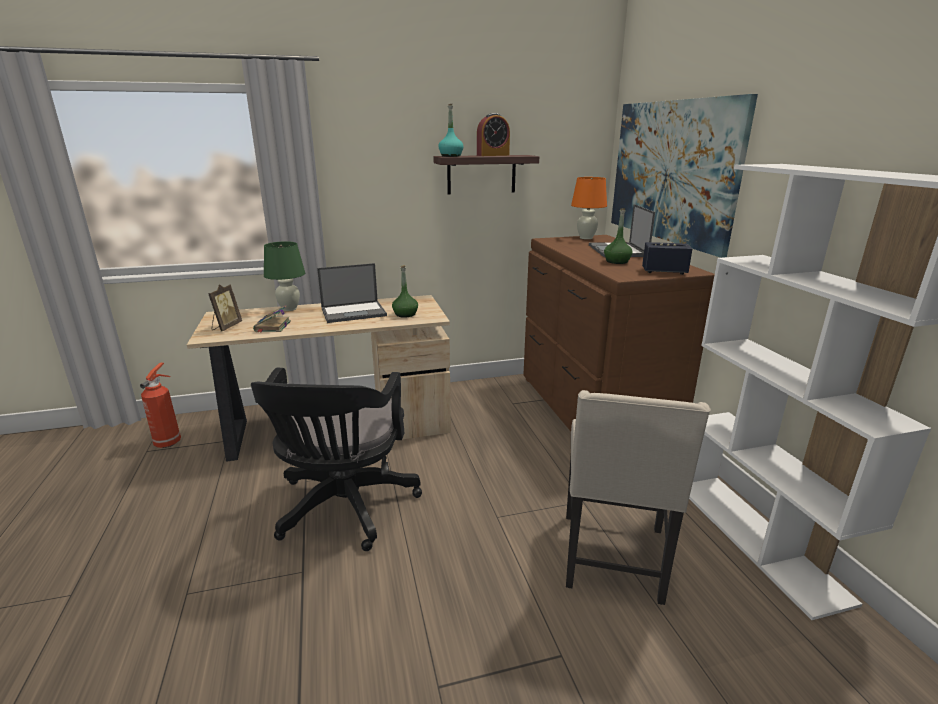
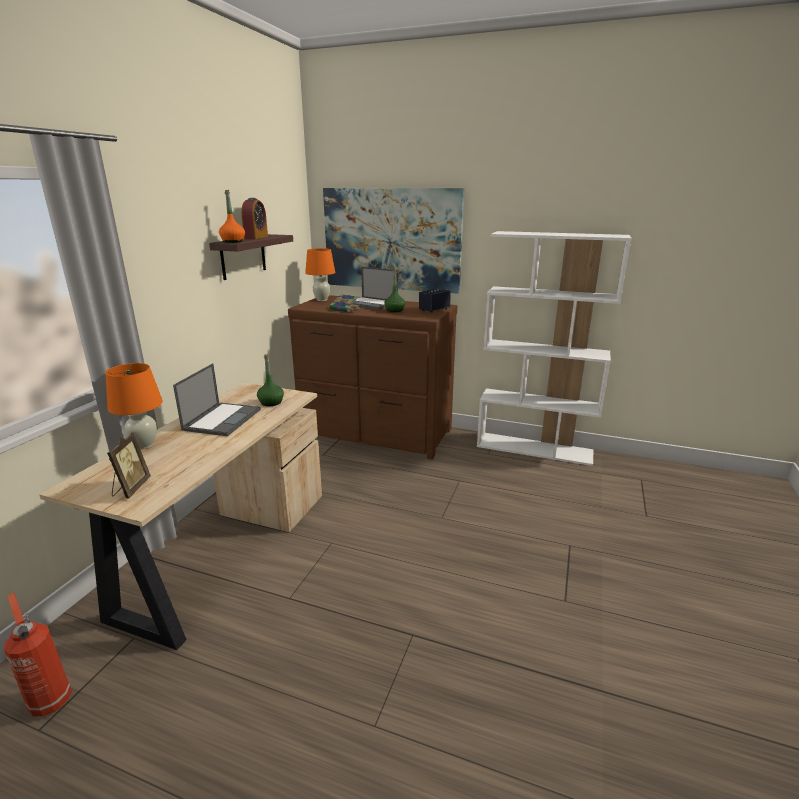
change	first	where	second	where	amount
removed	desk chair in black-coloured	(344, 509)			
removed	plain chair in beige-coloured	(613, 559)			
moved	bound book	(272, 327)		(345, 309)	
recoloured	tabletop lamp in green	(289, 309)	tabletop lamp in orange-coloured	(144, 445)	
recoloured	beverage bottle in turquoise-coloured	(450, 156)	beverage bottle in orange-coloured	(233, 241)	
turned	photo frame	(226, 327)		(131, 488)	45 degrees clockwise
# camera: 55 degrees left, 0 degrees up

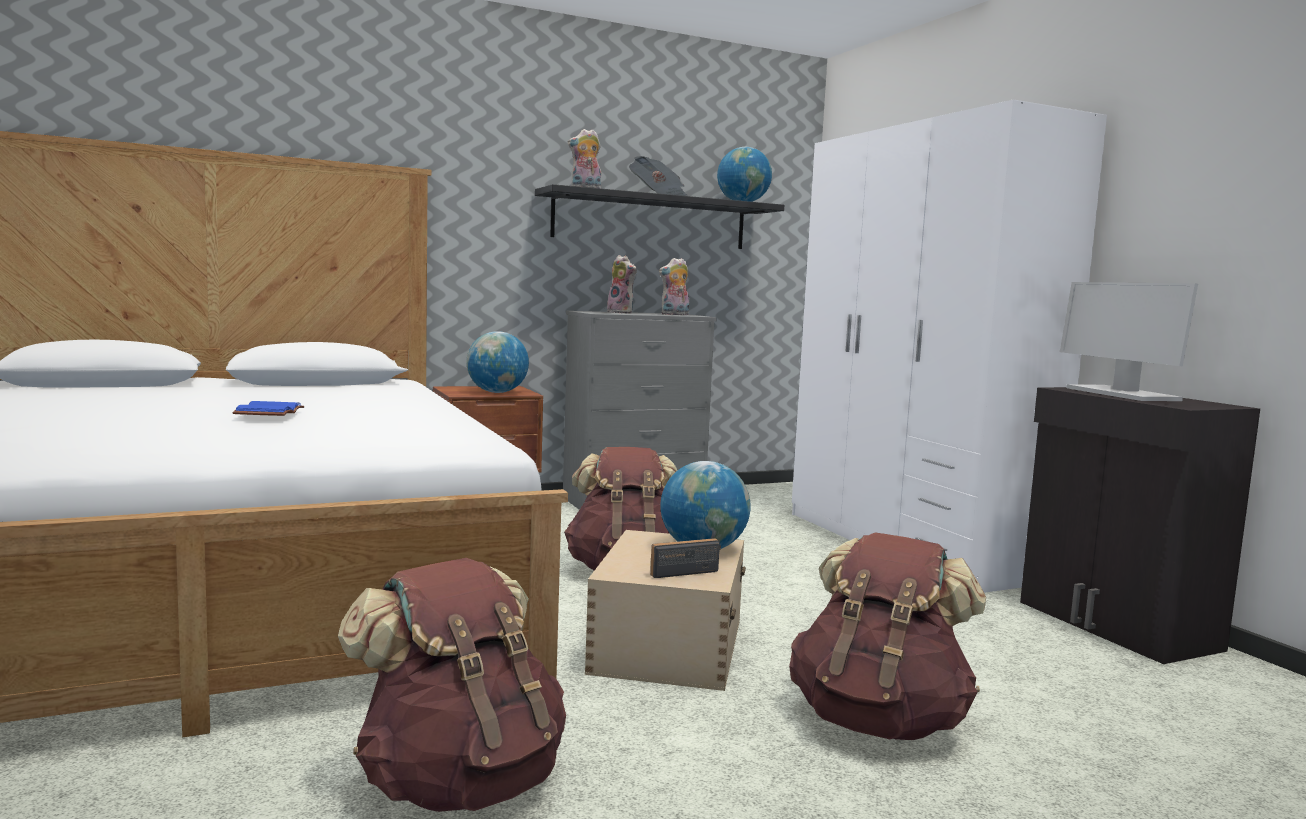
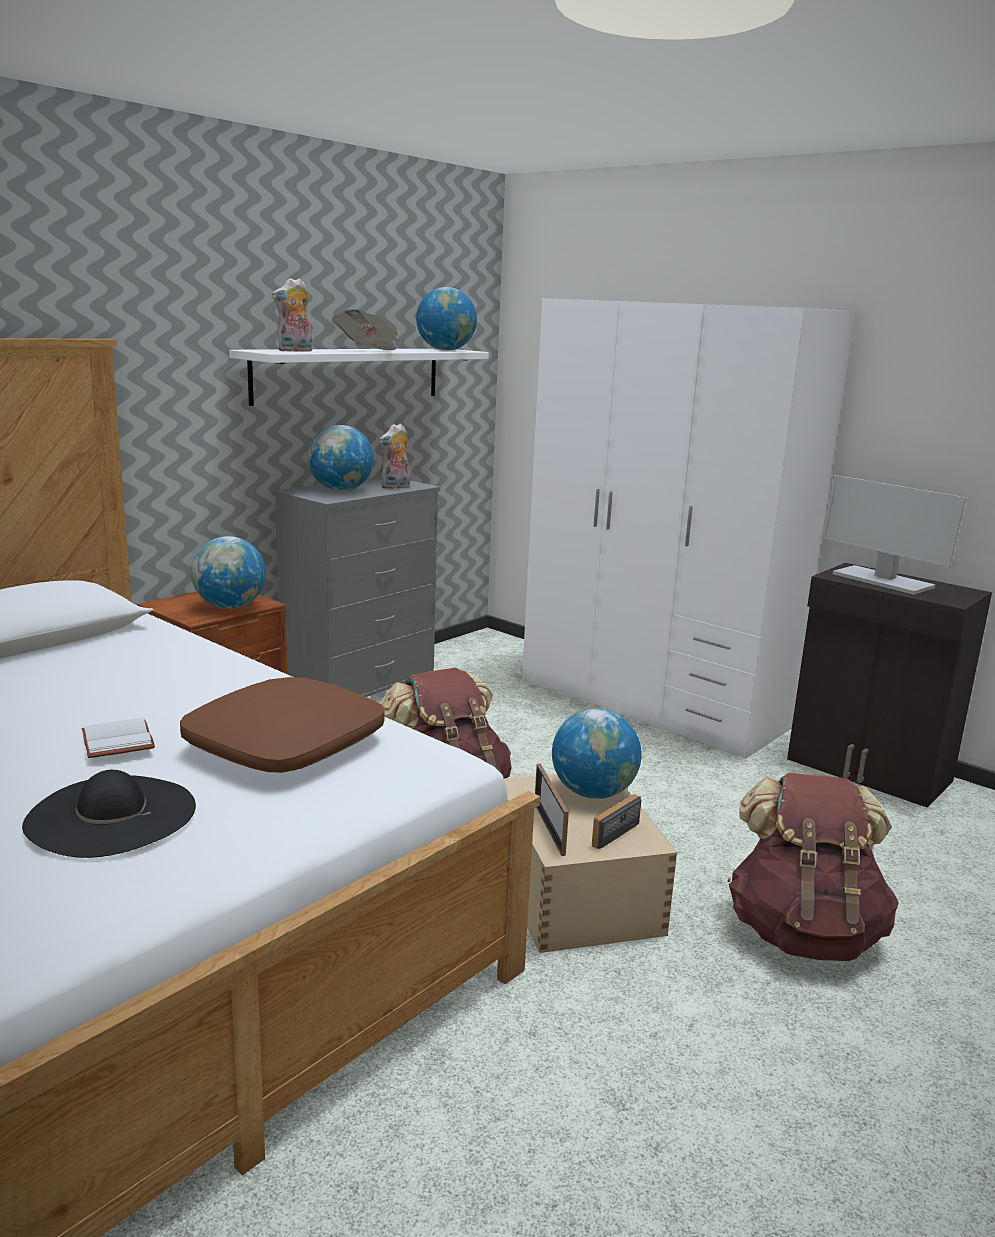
change	first	where	second	where	amount
removed	knapsack in brownish	(460, 782)			
added			hat in black-coloured	(111, 815)	
added			throw pillow in brownish	(285, 744)	
added			photo frame	(549, 828)	
replaced	plush toy	(622, 313)	world globe	(340, 490)	
recoloured	bound book in blue	(271, 412)	bound book in white-coloured	(120, 741)	
recoloured	bracket shelf in black-coloured	(651, 221)	bracket shelf in white-coloured	(349, 374)	
# camera: 25 degrees left, 10 degrees up

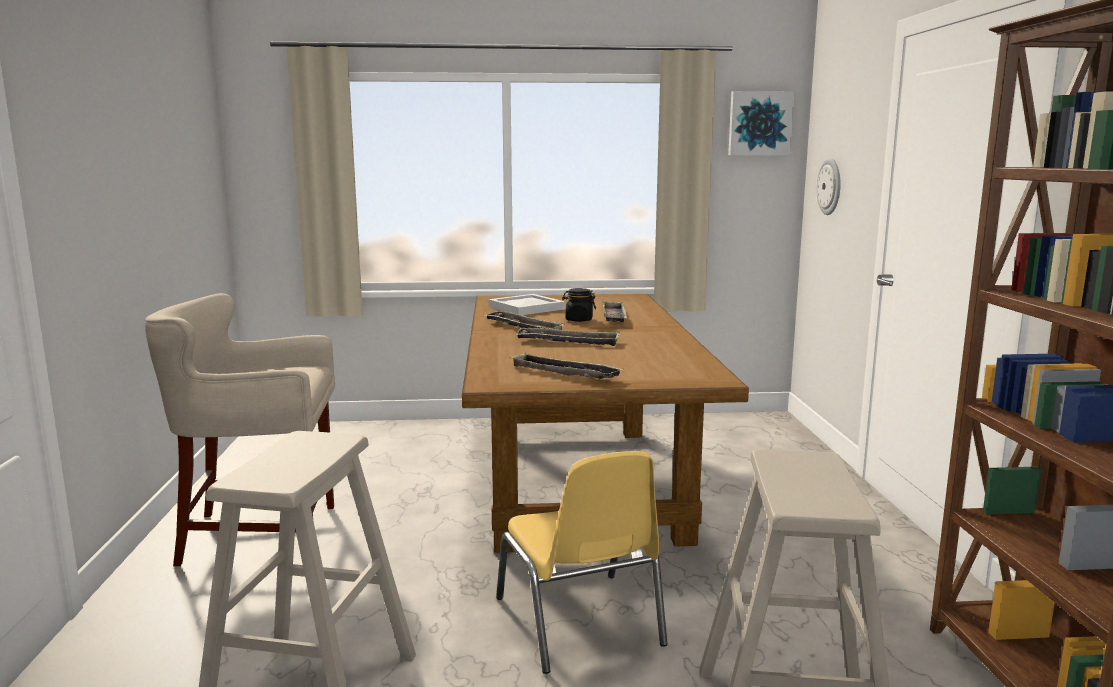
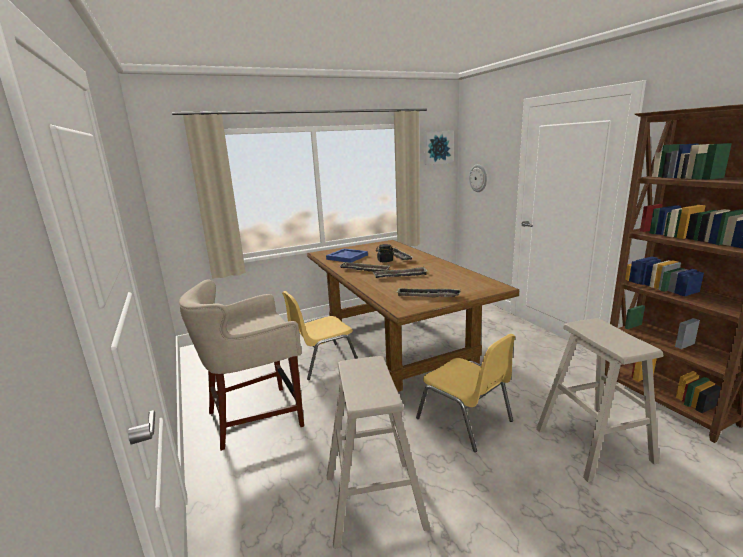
change	first	where	second	where	amount
added			plain chair in yellow-coloured	(322, 361)	
recoloured	serving tray in white-coloured	(527, 308)	serving tray in blue	(348, 257)	
# camera: 20 degrees left, 5 degrees up

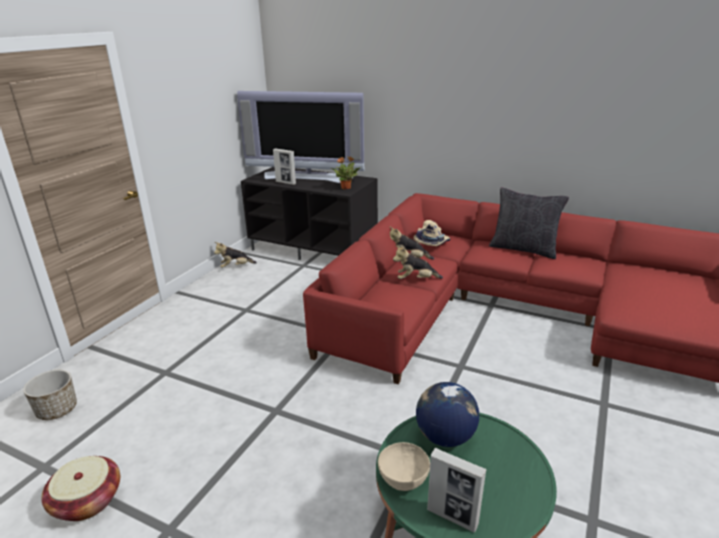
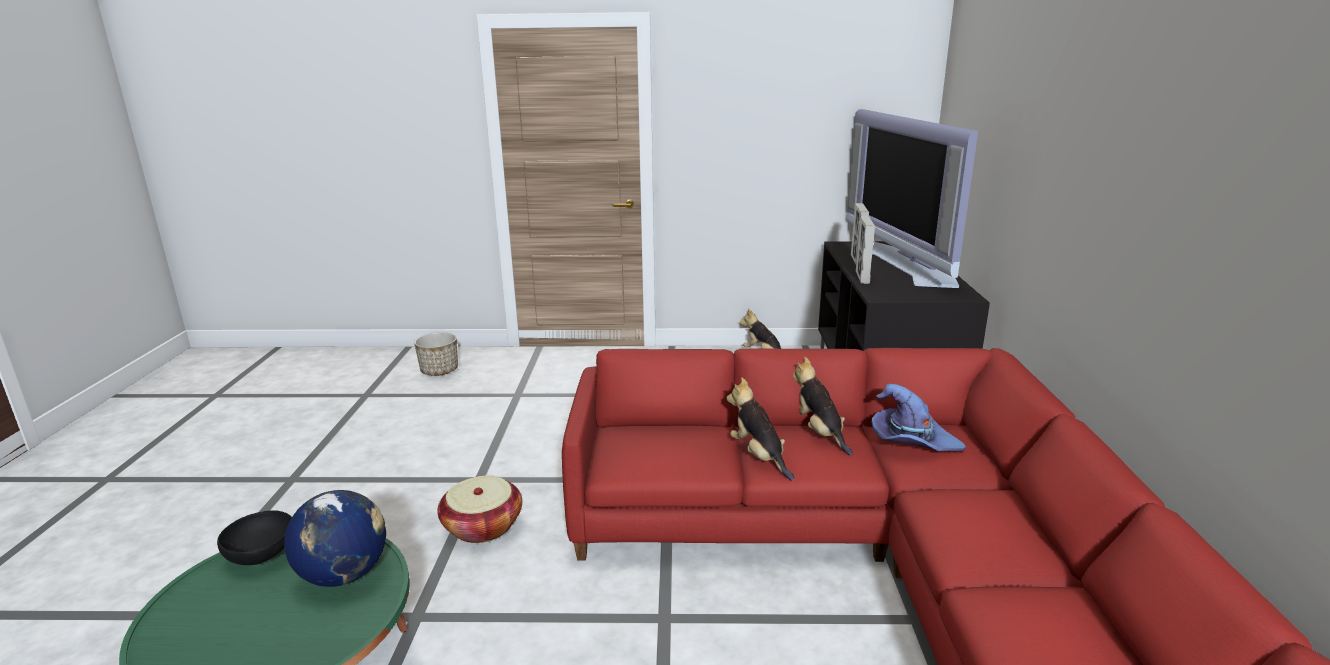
change	first	where	second	where	amount
removed	potted plant	(346, 188)			
removed	throw pillow in black-coloured	(523, 249)			
moved	storage basket	(87, 501)		(483, 526)	
moved	photo frame	(452, 517)		(862, 278)	
recoloured	bowl in beige-coloured	(403, 477)	bowl in black-coloured	(262, 554)	
recoloured	hat in beige-coloured	(432, 244)	hat in purple	(911, 441)	
# camera: 65 degrees right, 5 degrees down

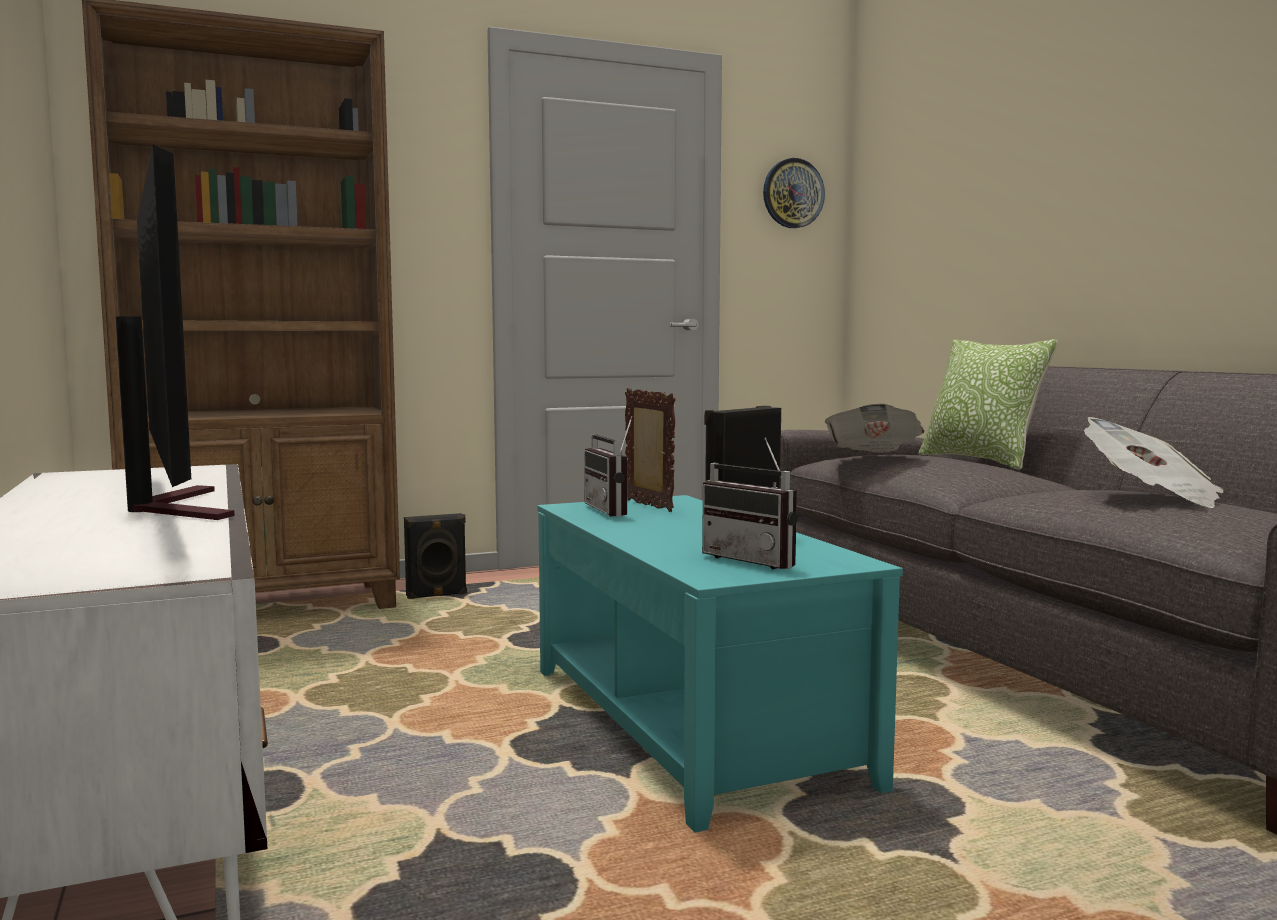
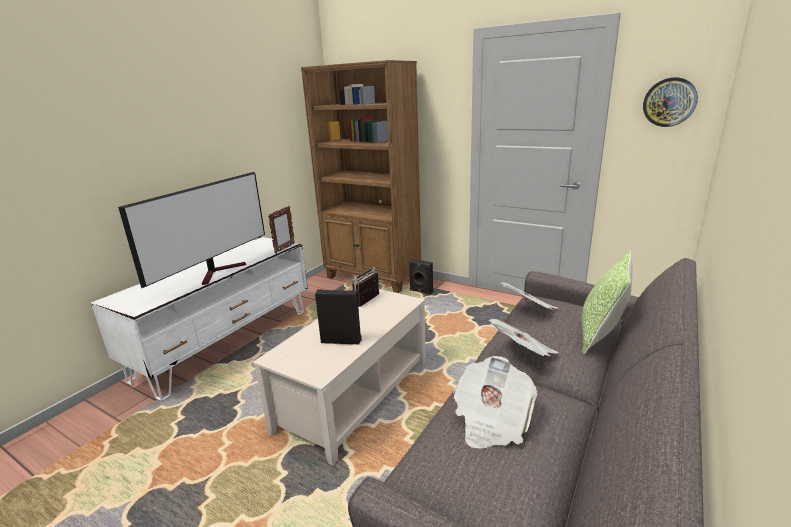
change	first	where	second	where	amount
removed	radio receiver	(756, 560)			
added			newspaper	(522, 353)	
moved	photo frame	(648, 506)		(284, 249)	
recoloured	low table in turquoise-coloured	(690, 725)	low table in beige-coloured	(355, 395)	
# camera: 55 degrees right, 15 degrees up

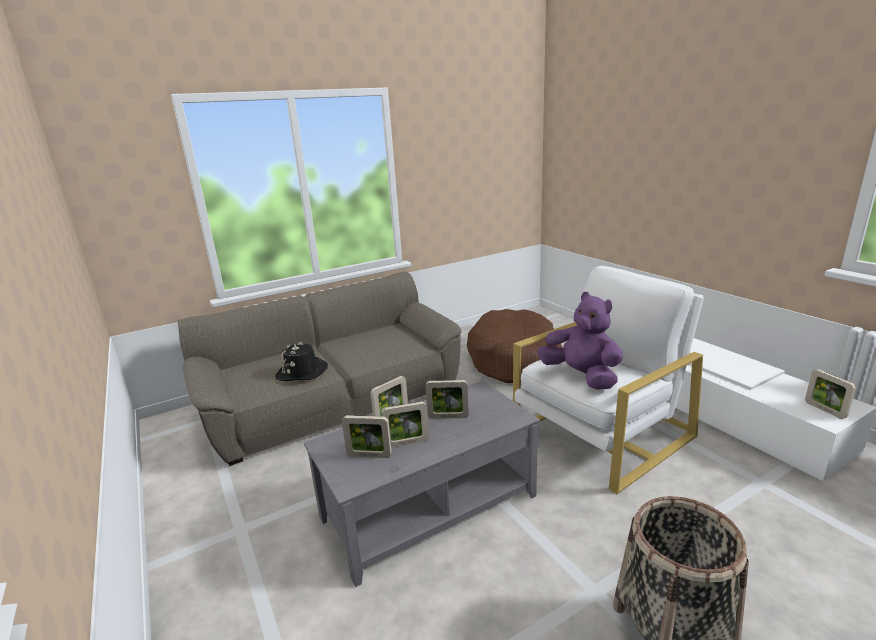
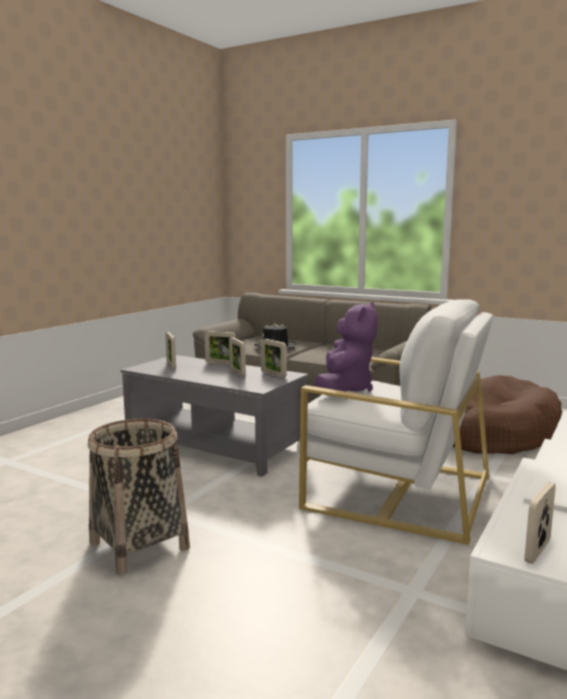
change	first	where	second	where	amount
moved	photo frame	(407, 443)		(273, 374)	
# camera: 60 degrees right, 10 degrees down

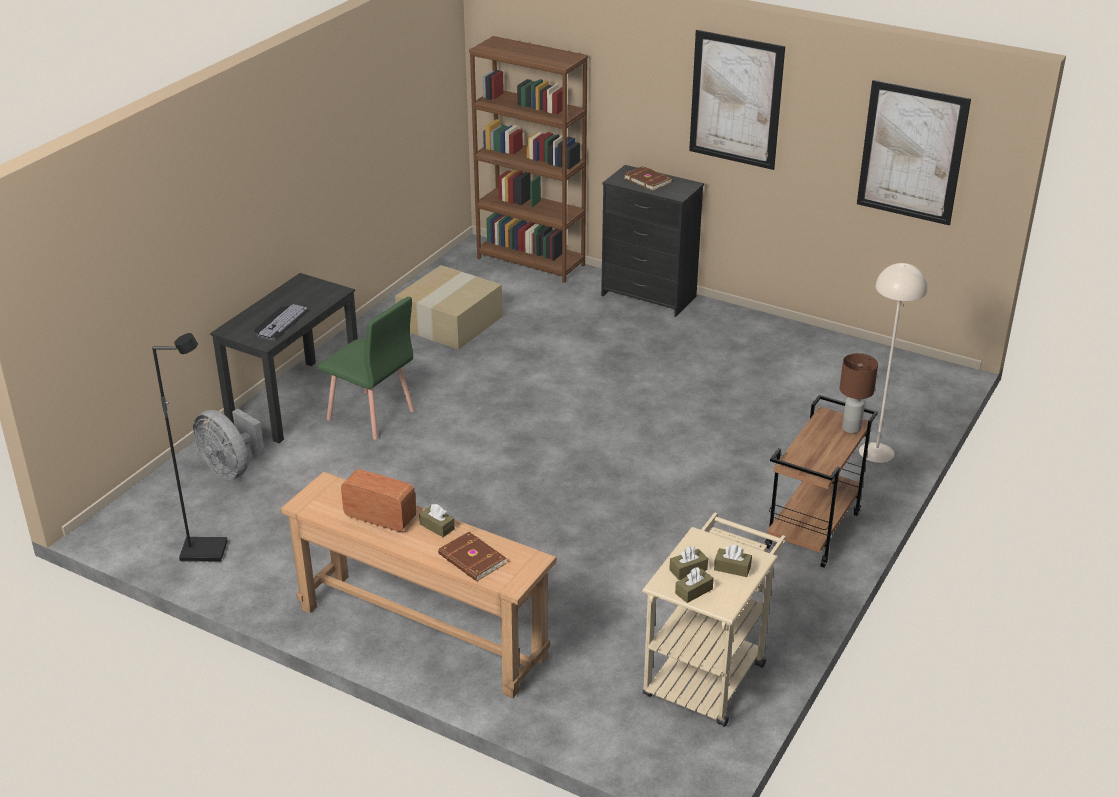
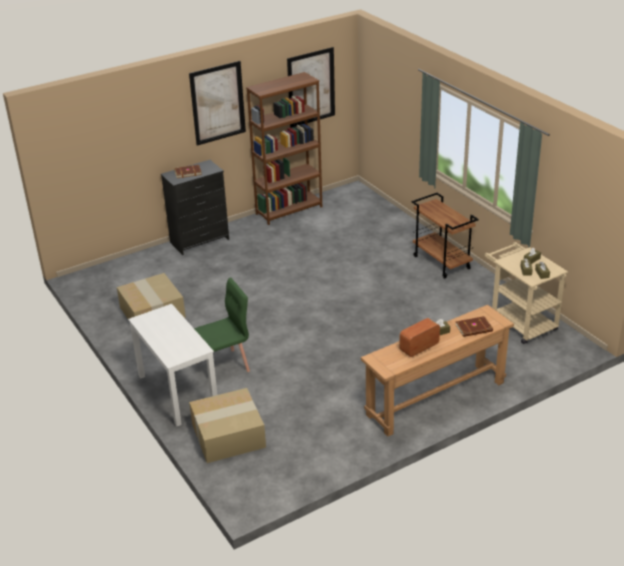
change	first	where	second	where	amount
removed	standing lamp in black-coloured	(205, 550)			
removed	PC keyboard	(279, 321)			
removed	tabletop lamp in brownish	(850, 428)			
removed	standing lamp in beige-coloured	(877, 452)			
moved	bookshelf in brownish	(531, 261)		(289, 210)	
replaced	fan in gray	(231, 469)	carton	(229, 434)	
recoloured	desk table in black-coloured	(295, 400)	desk table in white-coloured	(177, 392)	
# camera: 60 degrees left, 0 degrees up

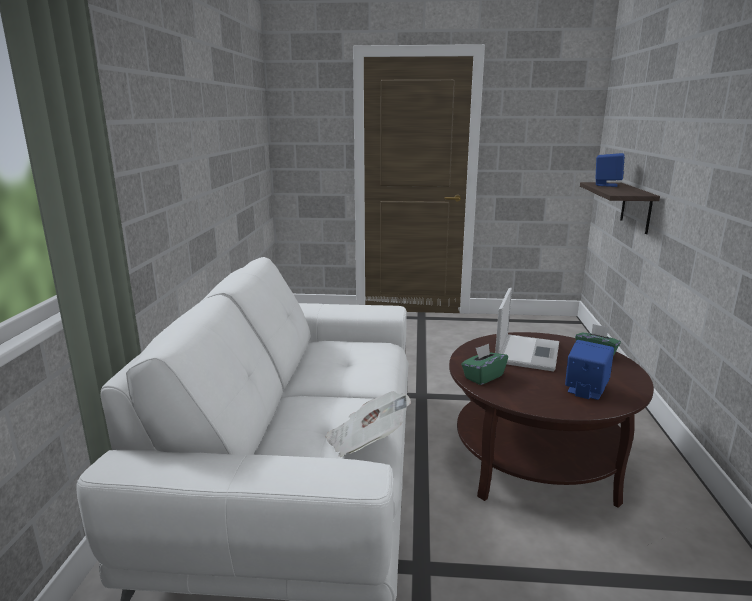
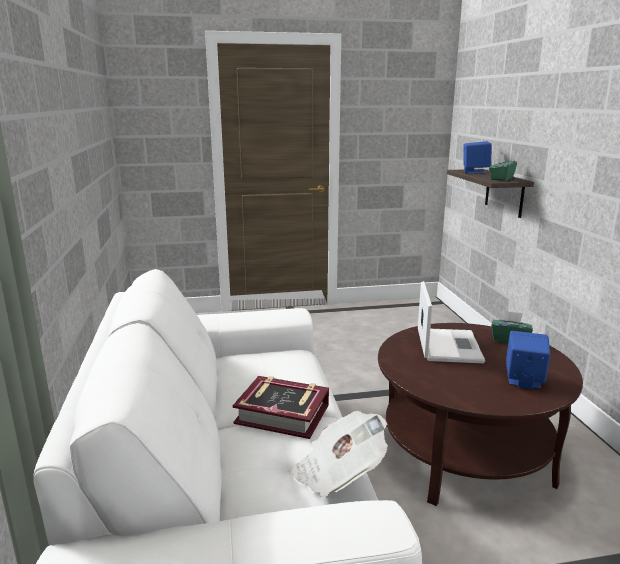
change	first	where	second	where	amount
added			bound book	(283, 414)	
moved	tissue holder in green	(483, 377)		(501, 179)	
# camera: 15 degrees left, 0 degrees up

